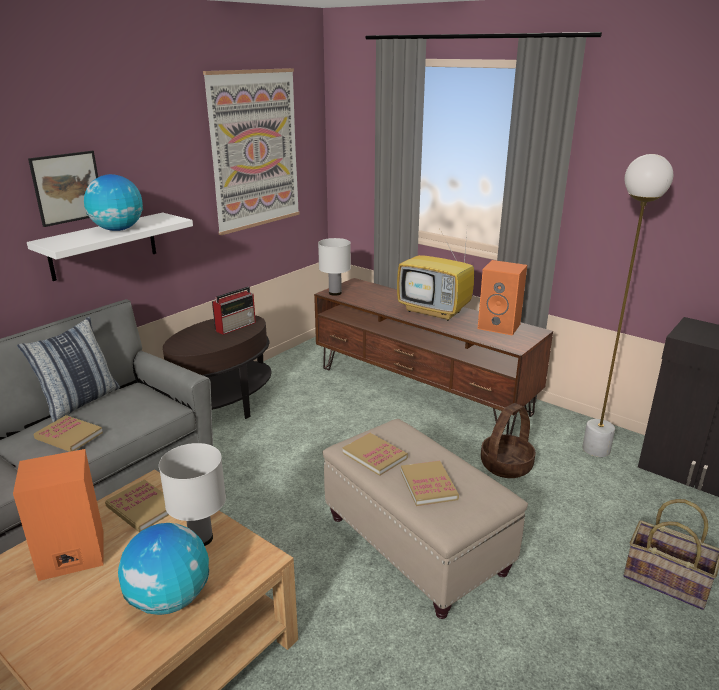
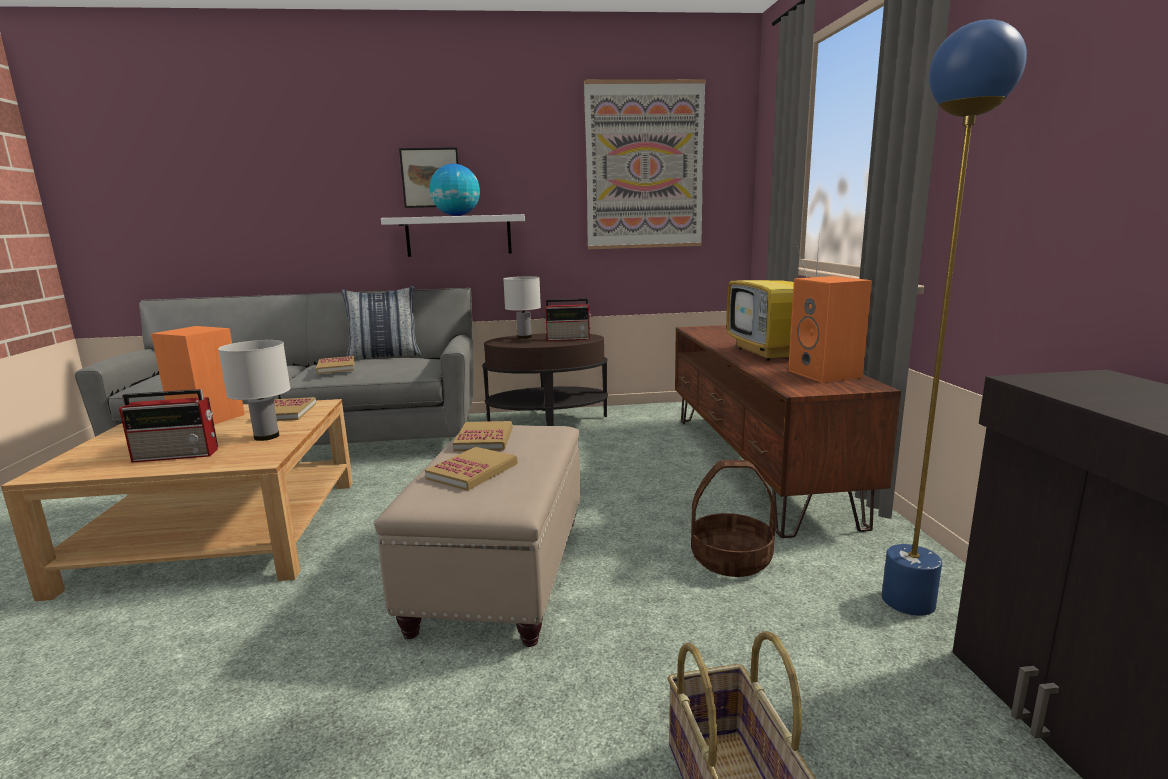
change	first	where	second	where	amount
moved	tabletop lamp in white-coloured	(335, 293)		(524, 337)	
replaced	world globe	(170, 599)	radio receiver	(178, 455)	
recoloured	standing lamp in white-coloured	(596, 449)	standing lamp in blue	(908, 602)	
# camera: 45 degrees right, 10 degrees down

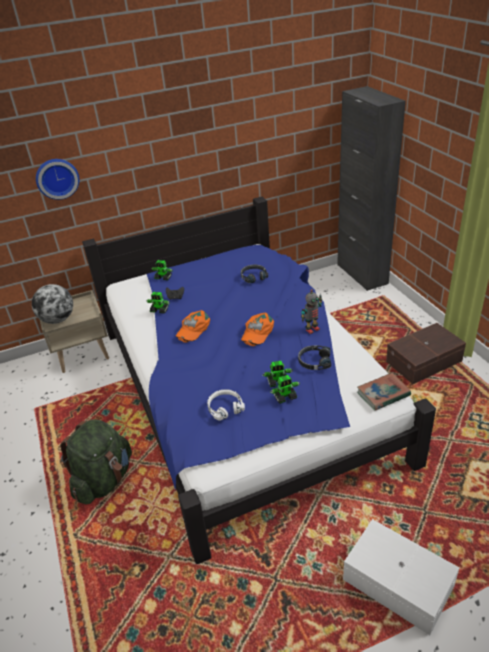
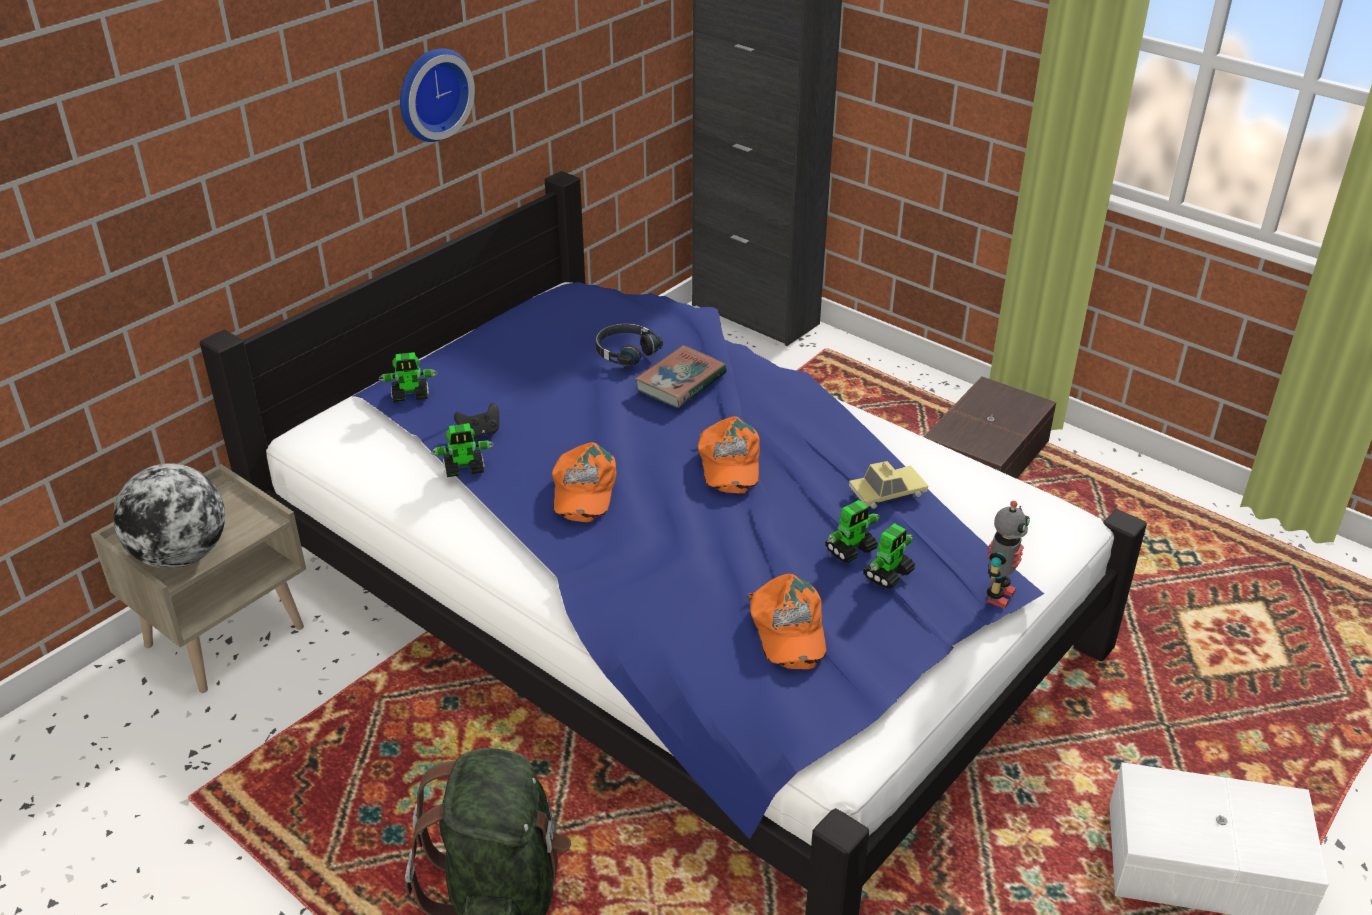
change	first	where	second	where	amount
moved	hanging clock	(57, 178)		(431, 93)	
moved	toy robot	(312, 329)		(998, 595)	
moved	bound book	(383, 394)		(681, 382)	
replaced	pair of headphones in white-coloured	(225, 407)	peaked cap in orange-coloured	(787, 629)	
replaced	pair of headphones in black-coloured	(314, 361)	miniature car	(887, 492)	
# camera: 30 degrees left, 0 degrees up

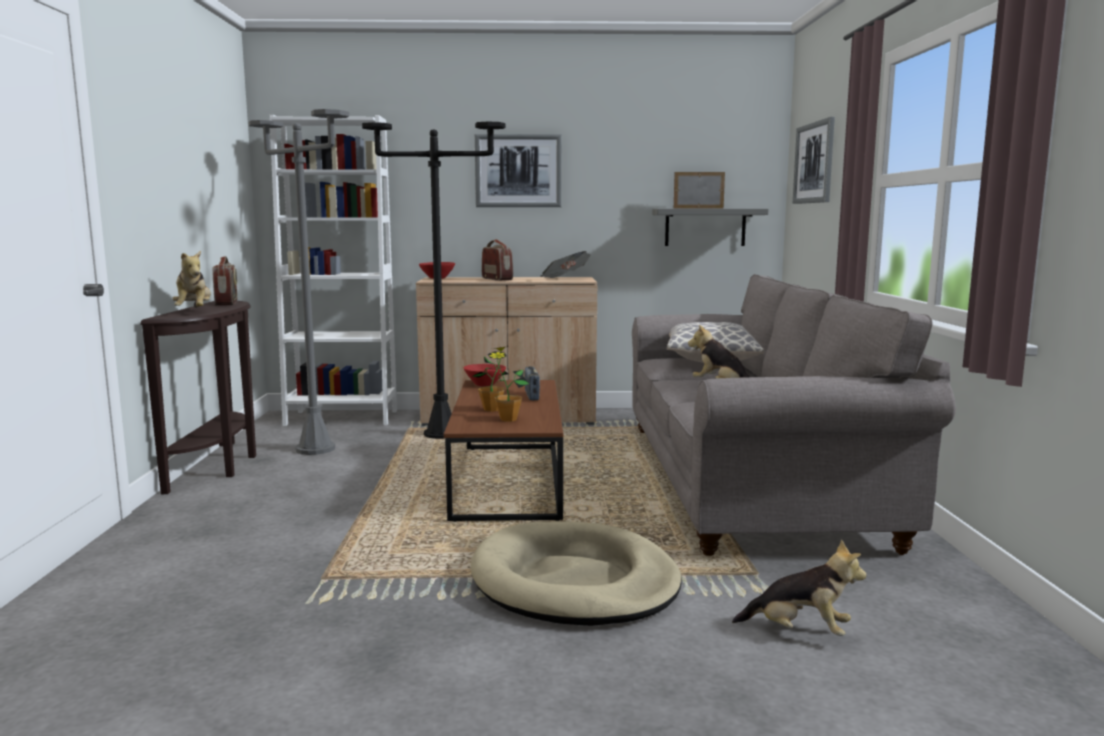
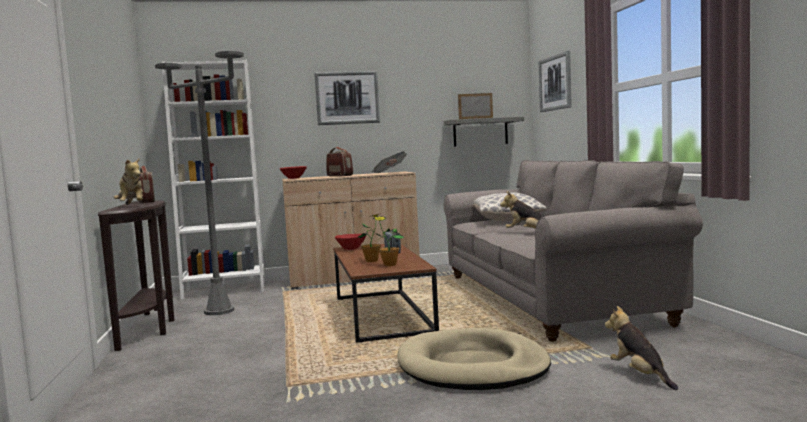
change	first	where	second	where	amount
removed	standing lamp in black-coloured	(442, 434)			
turned	plush toy	(799, 631)		(640, 375)	120 degrees counterclockwise
# camera: 10 degrees left, 5 degrees down

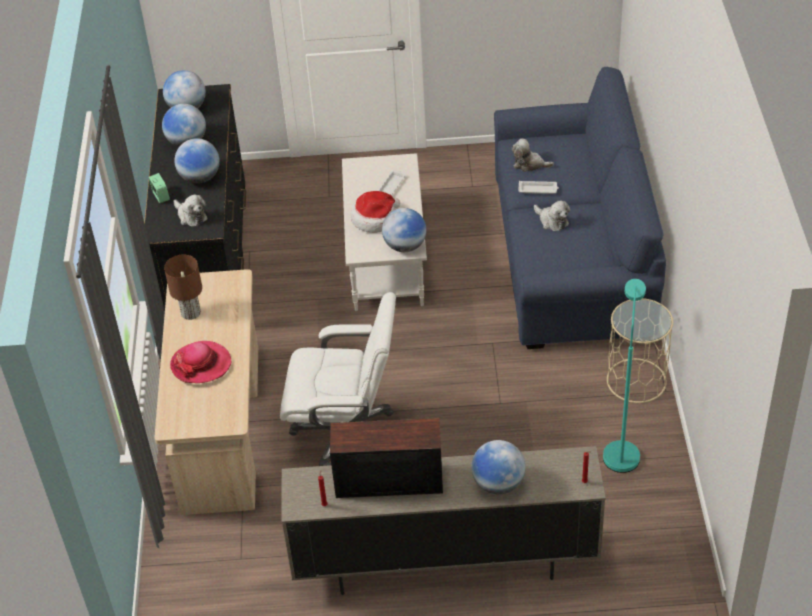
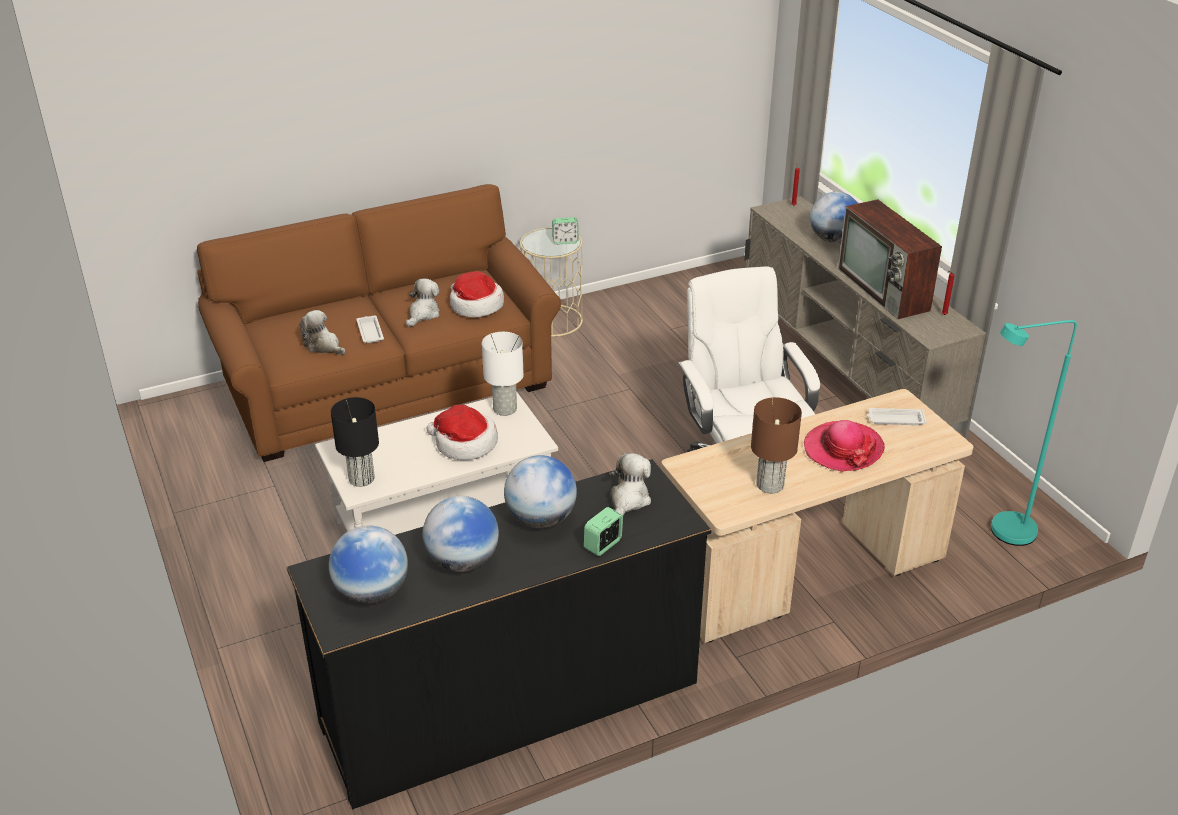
change	first	where	second	where	amount
added			tabletop lamp in black-coloured	(362, 479)	
added			hat	(475, 305)	
added			bedside clock	(565, 241)	
moved	serving tray in white-coloured	(391, 185)		(895, 420)	
moved	standing lamp in turquoise-coloured	(621, 450)		(1001, 533)	
replaced	world globe	(405, 246)	tabletop lamp in white-coloured	(504, 409)	
recoloured	sofa in blue	(571, 258)	sofa in brownish	(388, 387)	
turned	plush toy	(529, 164)		(323, 346)	135 degrees clockwise
# camera: 115 degrees left, 10 degrees down

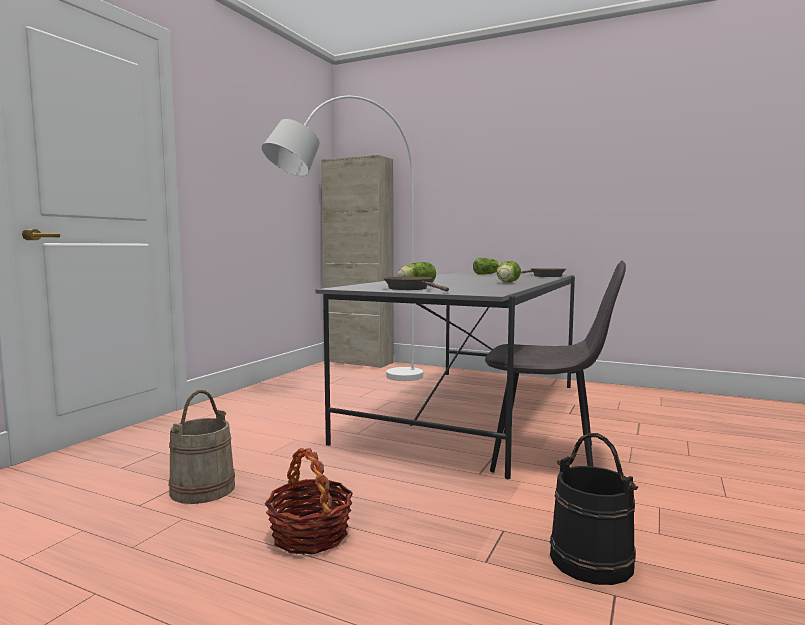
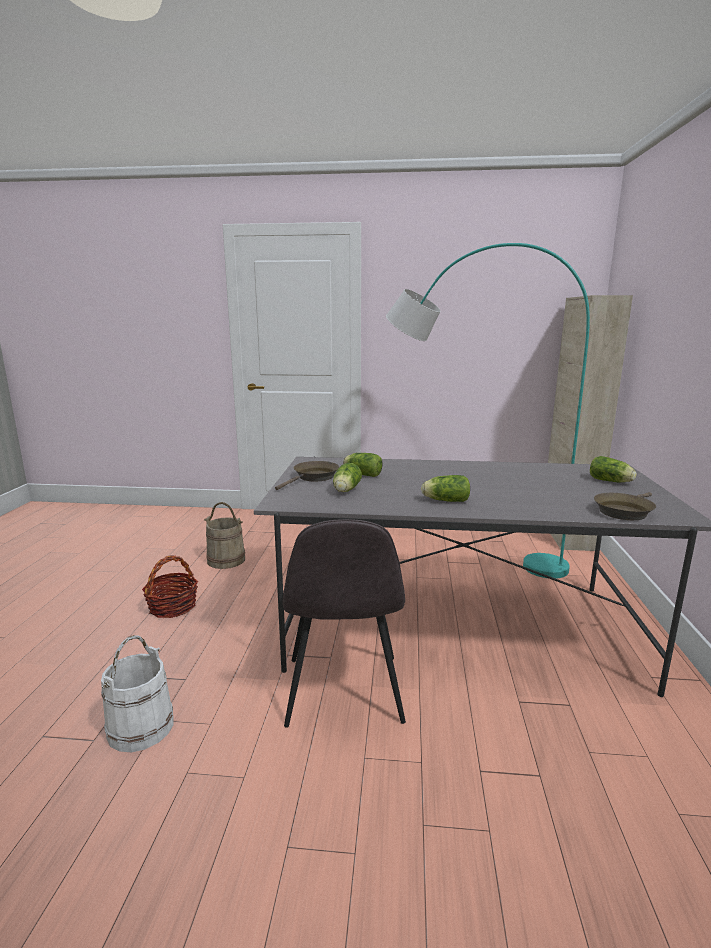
change	first	where	second	where	amount
added			head of lettuce	(345, 490)	
recoloured	standing lamp in white-coloured	(350, 389)	standing lamp in turquoise-coloured	(464, 553)	
recoloured	bucket in black-coloured	(591, 560)	bucket in white-coloured	(141, 727)	
# camera: 70 degrees right, 10 degrees up

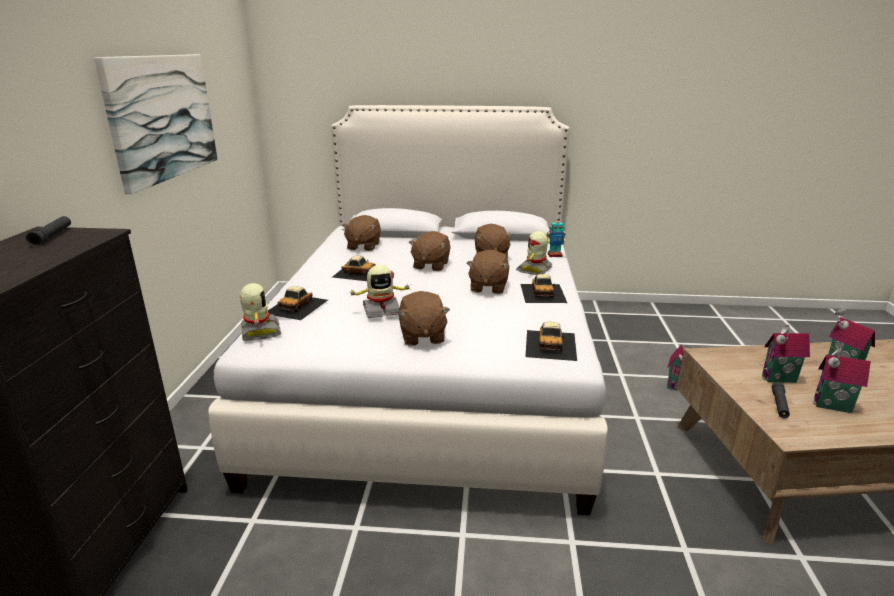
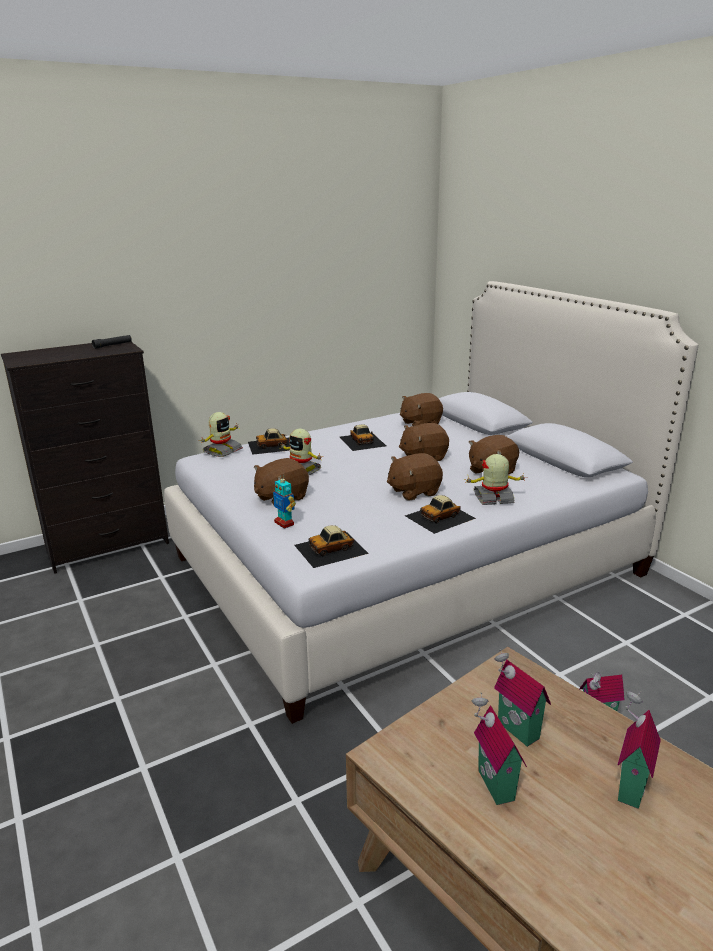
change	first	where	second	where	amount
removed	picture	(162, 117)			
removed	hand torch in black-coloured	(779, 405)			
moved	toy robot	(554, 255)		(284, 523)	
# camera: 55 degrees right, 0 degrees up

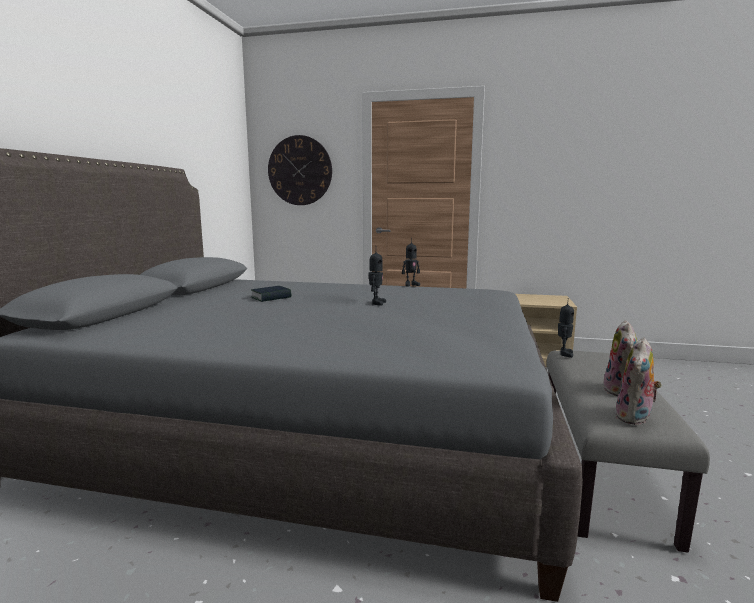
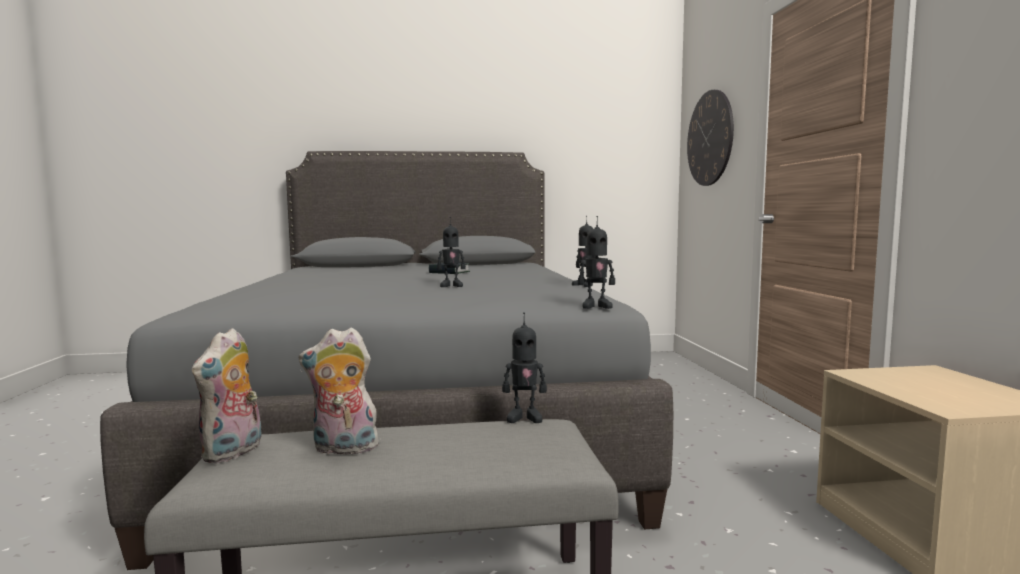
change	first	where	second	where	amount
added			toy robot	(596, 306)	
turned	plush toy	(635, 418)		(233, 452)	90 degrees counterclockwise
# camera: 70 degrees right, 5 degrees down

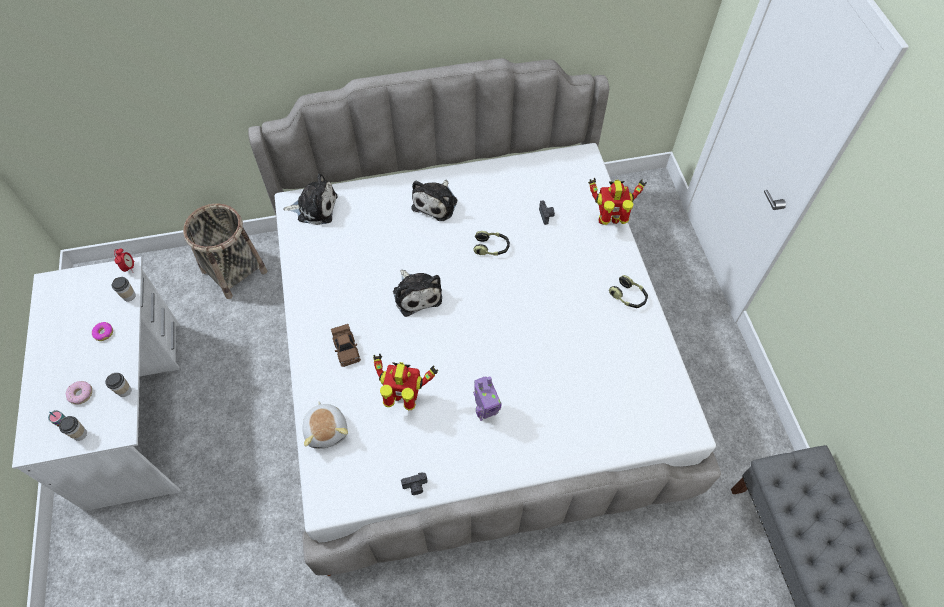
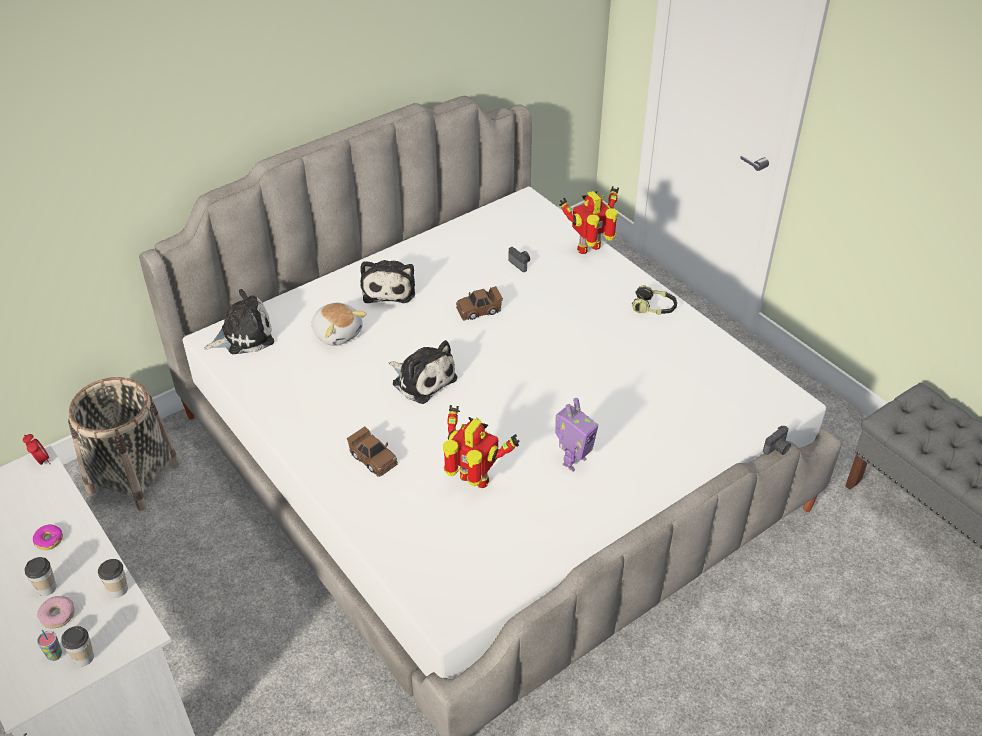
change	first	where	second	where	amount
moved	drinking cup	(129, 296)		(47, 588)	
moved	plush toy	(327, 430)		(337, 333)	
moved	still camera	(415, 487)		(777, 448)	
replaced	pair of headphones	(491, 247)	miniature car in brownish	(479, 310)	
turned	toy robot	(405, 399)		(474, 481)	45 degrees clockwise
# camera: 25 degrees left, 15 degrees down

